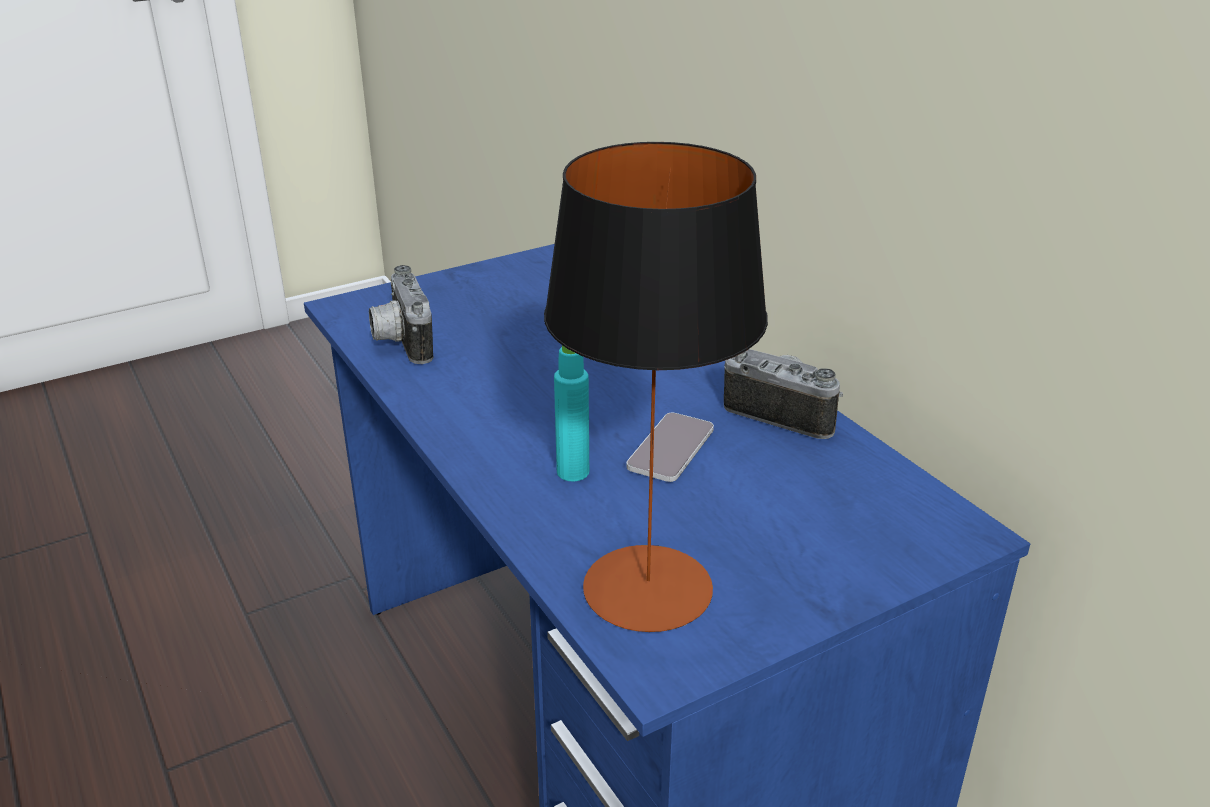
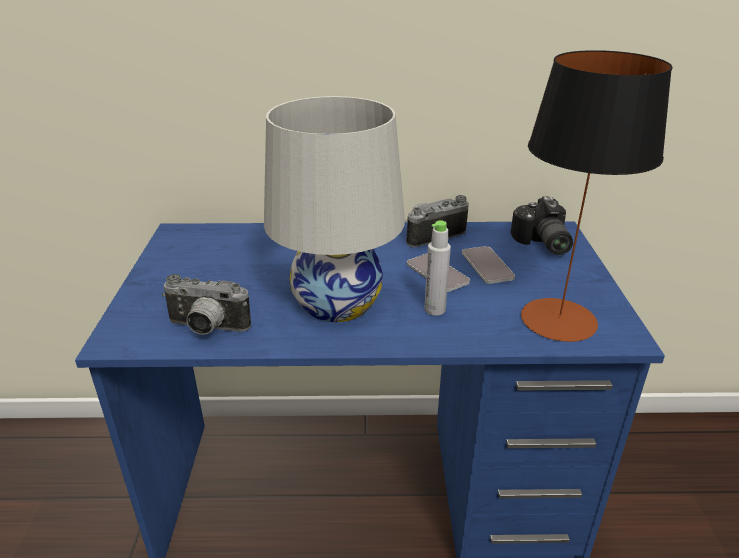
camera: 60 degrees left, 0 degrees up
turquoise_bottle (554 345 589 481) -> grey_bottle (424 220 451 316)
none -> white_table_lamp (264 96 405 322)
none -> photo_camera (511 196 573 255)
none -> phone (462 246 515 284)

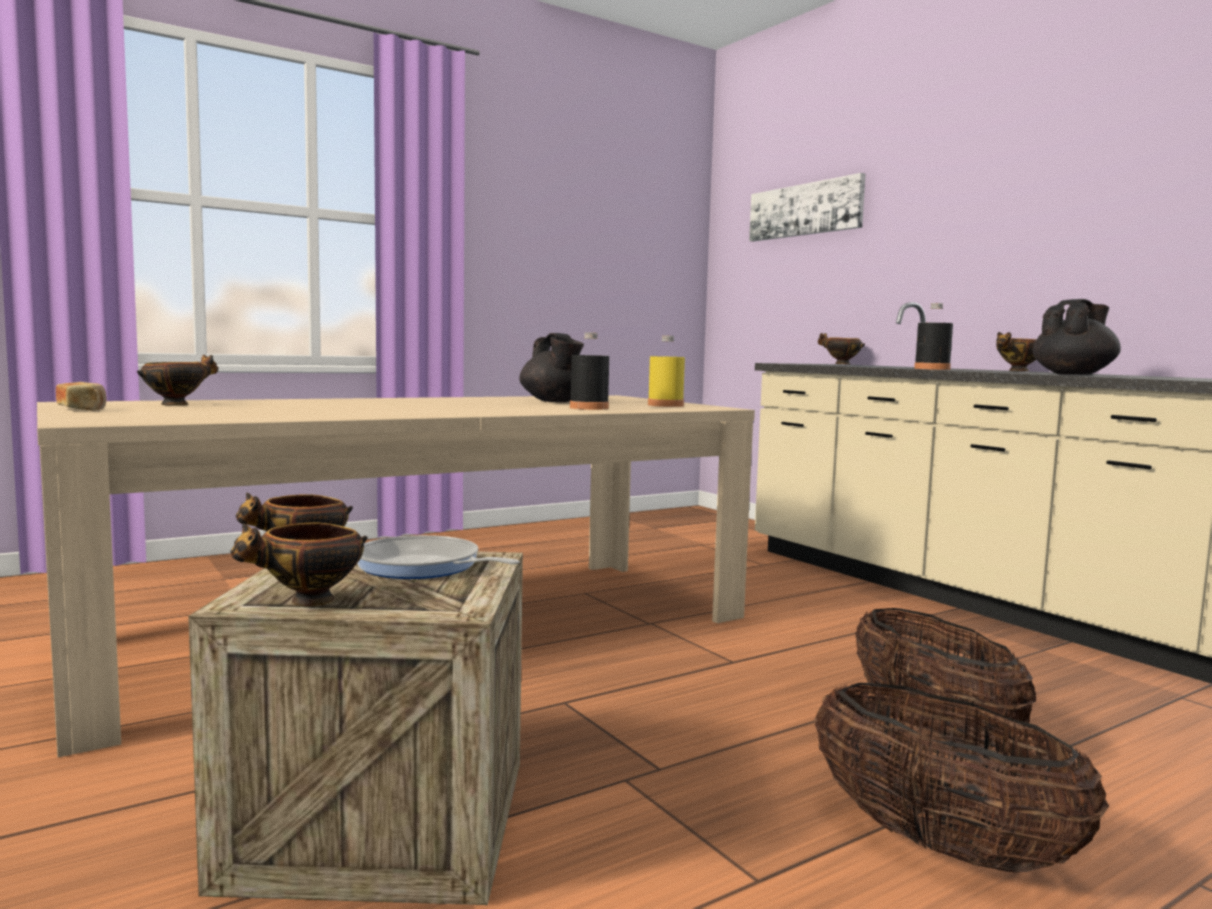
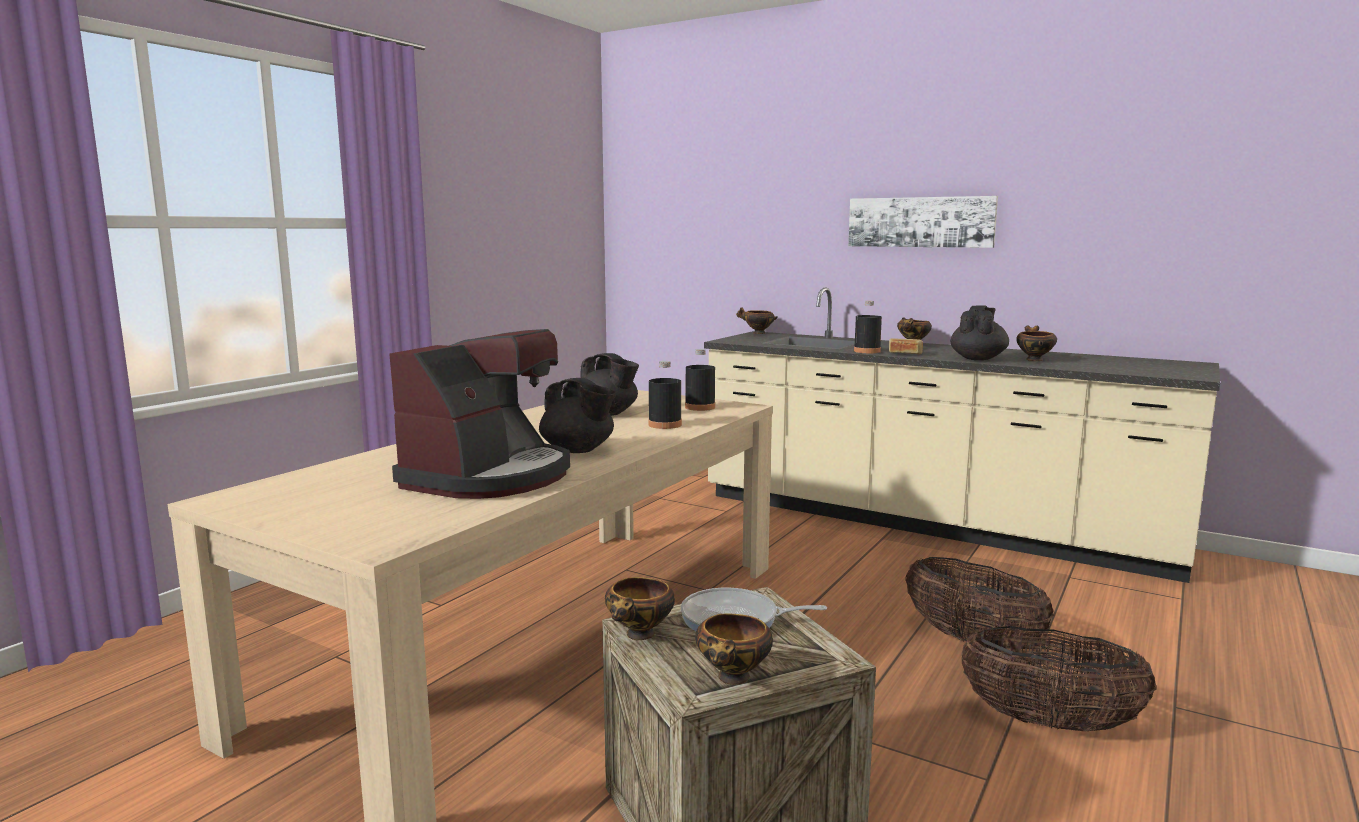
camera: 25 degrees left, 5 degrees up
picture (749 173 865 242) -> picture (848 196 998 248), shifted
yellow_bottle (648 336 685 407) -> black_bottle (685 349 715 411)
bowl (137 355 218 405) -> bowl (1016 326 1057 361), shifted
bread (56 382 107 411) -> bread (889 338 923 354), shifted
none -> coffee_machine (389 329 570 499)
none -> black_teapot (539 378 616 453)

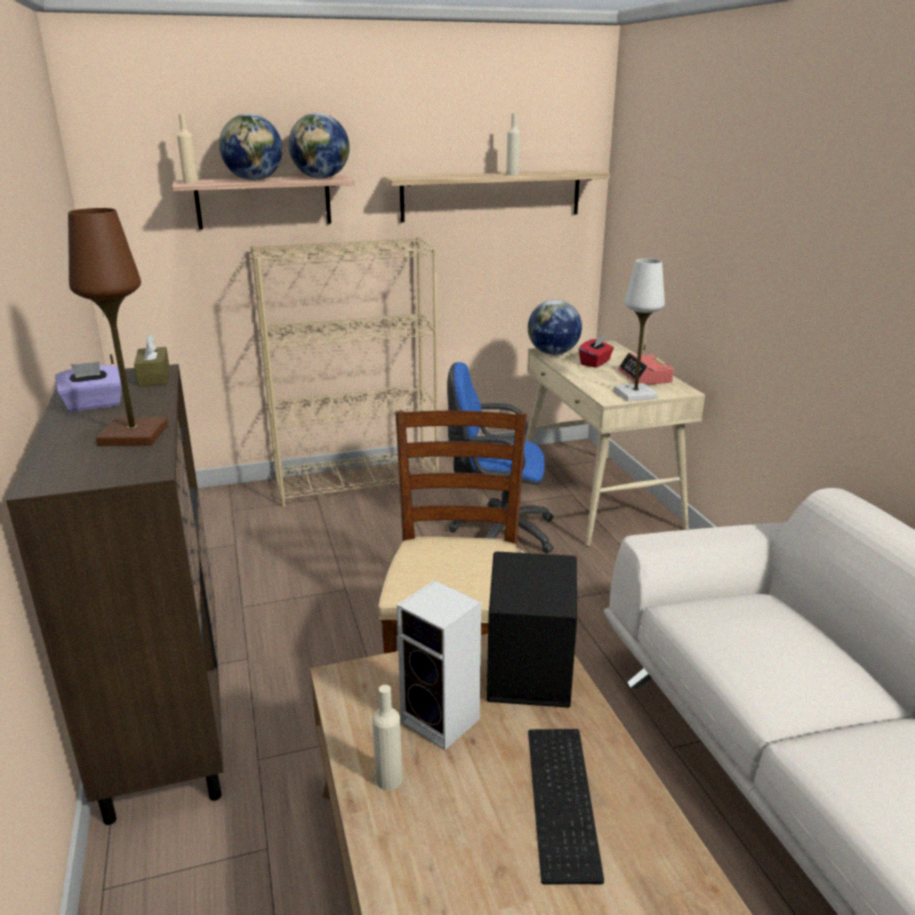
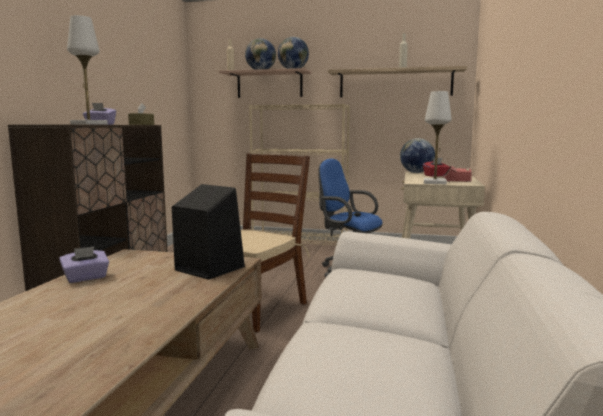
camera: 30 degrees right, 15 degrees down
brown_table_lamp (68 208 168 446) -> white_table_lamp (67 15 108 125)
speaker (397 580 481 750) -> none
beige_bottle (372 685 402 790) -> purple_tissue_box (59 246 109 283)
keyboard (528 729 604 884) -> none

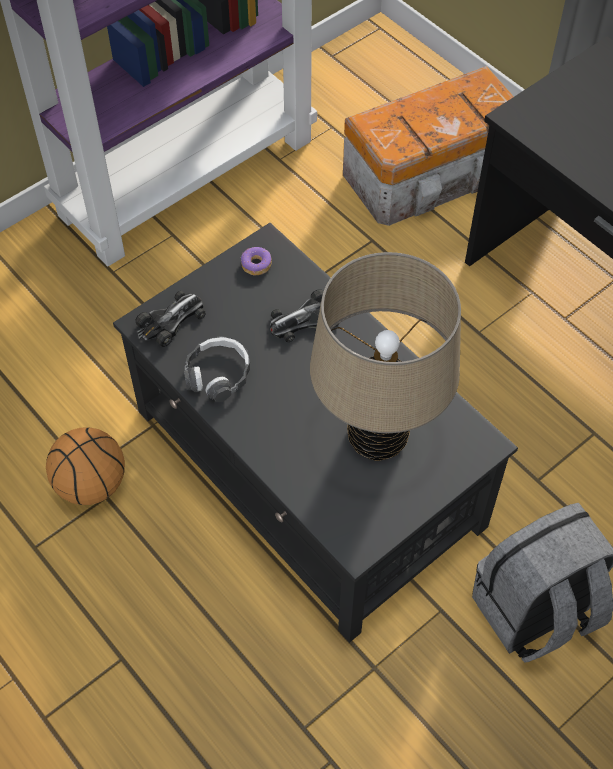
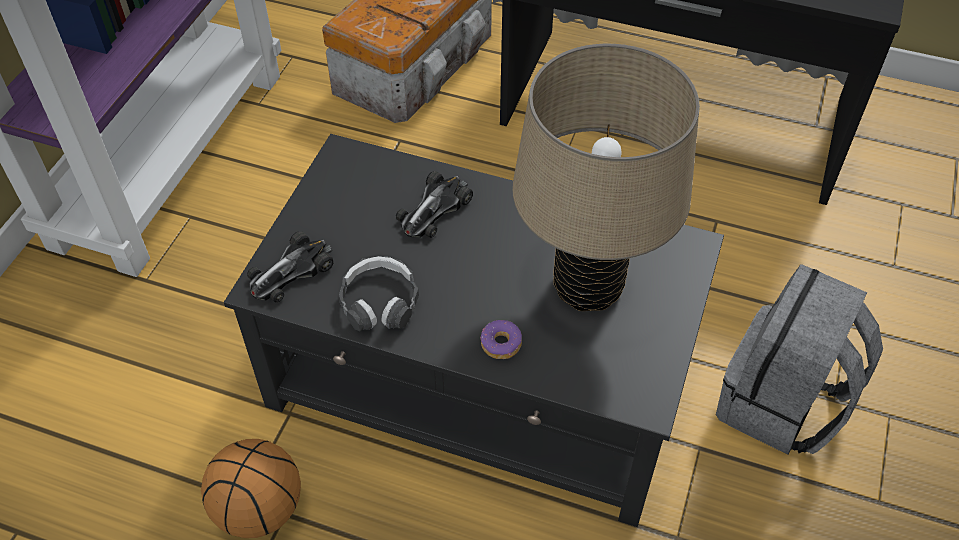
camera: 30 degrees left, 5 degrees down
donut (241 247 272 275) -> donut (480 320 522 359), shifted
toy_car (135 291 206 347) -> toy_car (247 231 333 302), 150 degrees counterclockwise

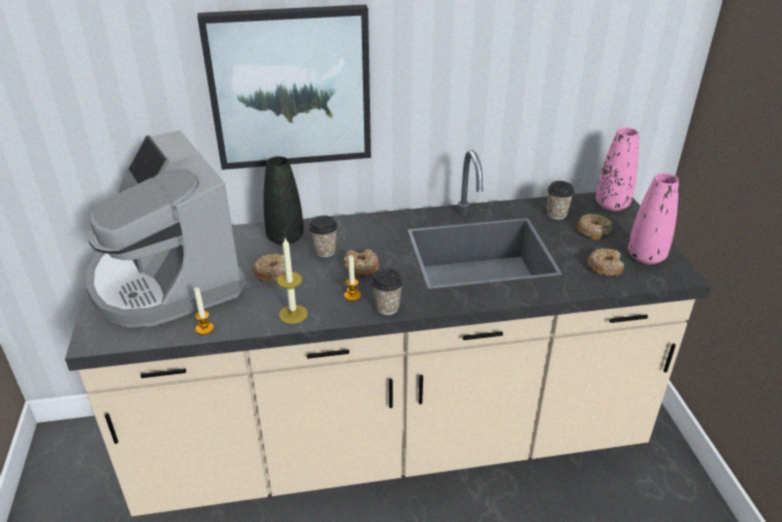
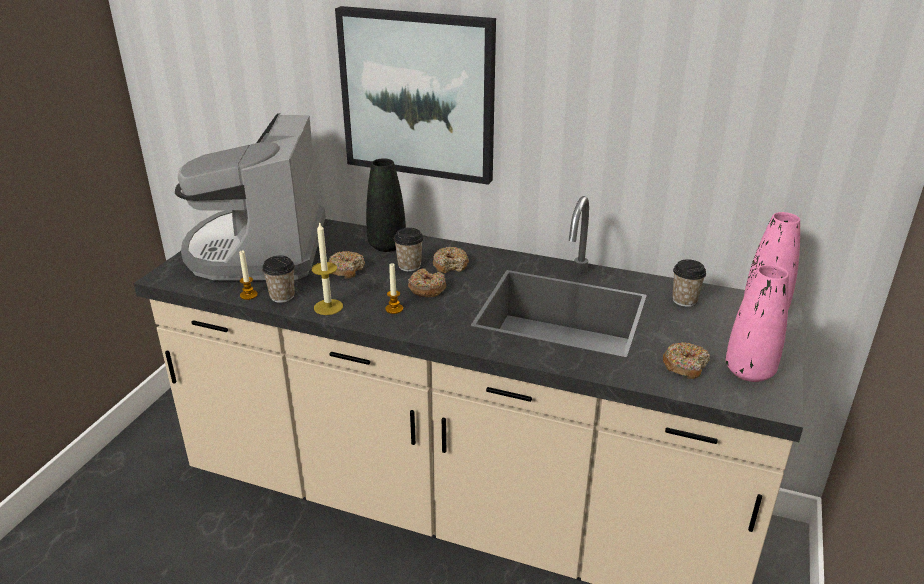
camera: 30 degrees right, 5 degrees down
donut (577 214 612 240) -> donut (433 247 469 273), shifted
cup (371 269 403 315) -> cup (262 256 295 303), shifted

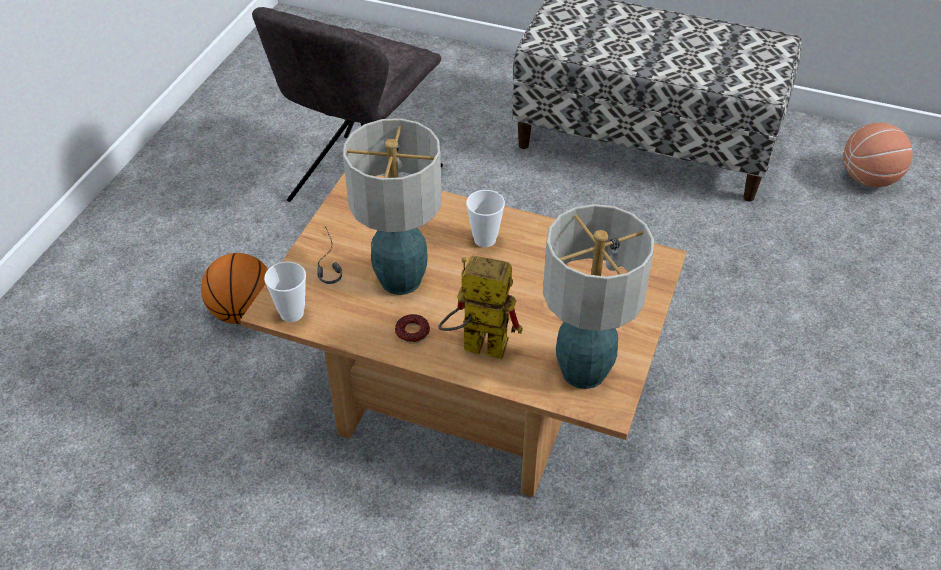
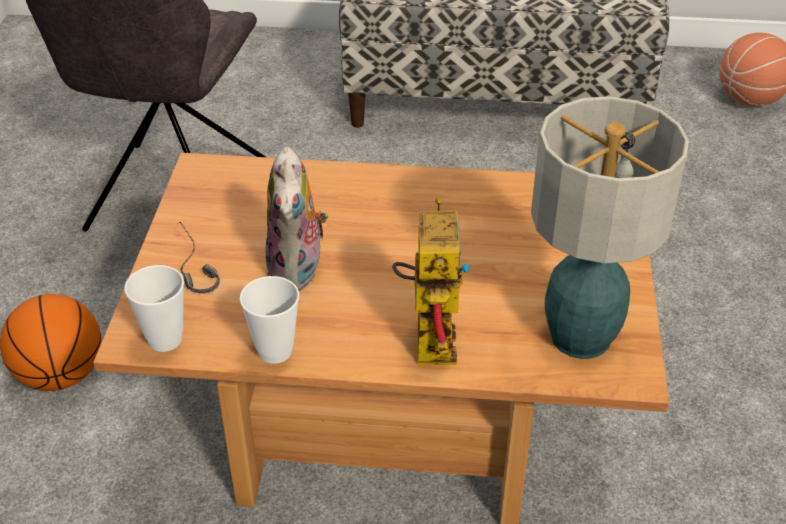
camera: 15 degrees left, 5 degrees down
table_lamp (343 118 442 295) -> plush_toy (265 146 328 291)
cup (466 190 505 247) -> cup (240 276 300 364), shifted
toy_robot (438 255 523 360) -> toy_robot (392 196 470 365), 90 degrees clockwise
donut (395 314 430 344) -> none

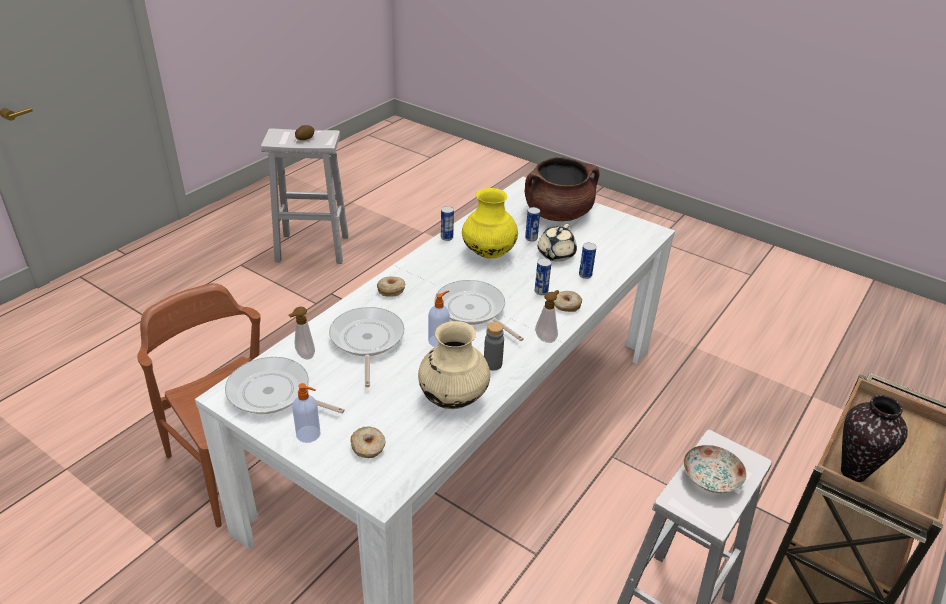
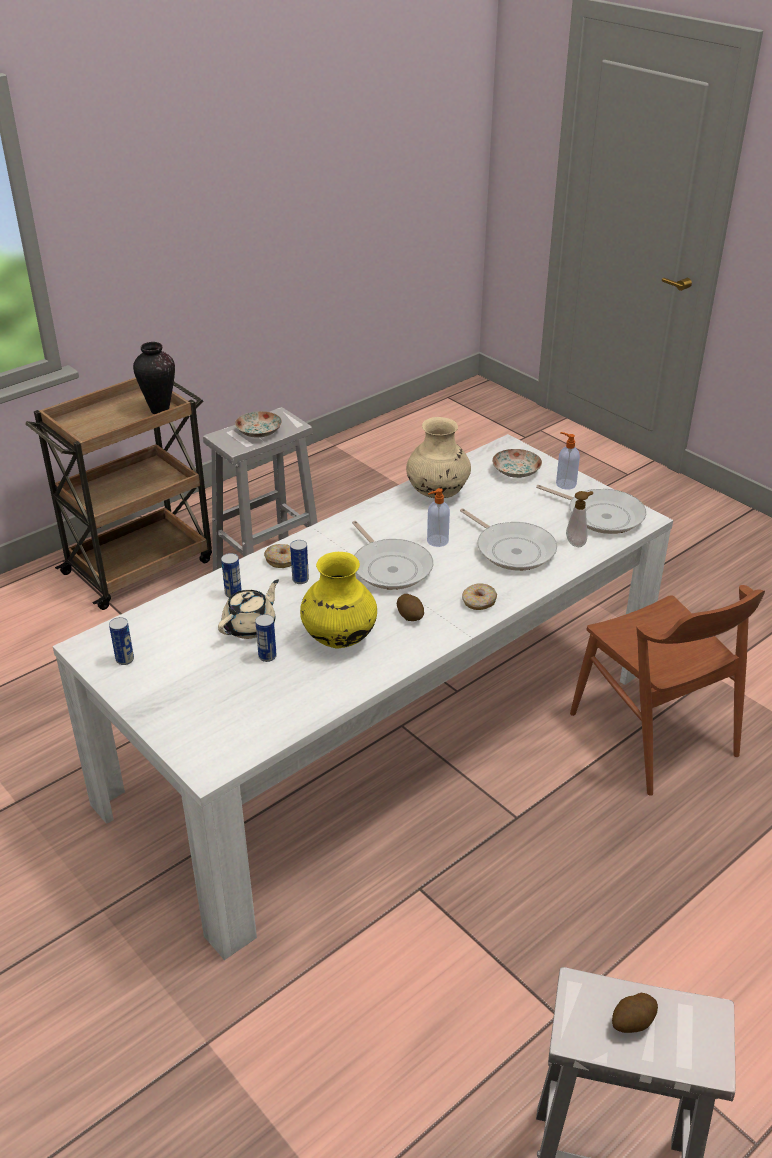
camera: 165 degrees left, 0 degrees up
brown_cooking_pot (525 157 599 221) -> none
can (441 206 454 241) -> can (109 617 134 665), shifted
soap_dispenser (535 290 559 343) -> none
frying_pan (329 307 404 387) -> frying_pan (460 508 557 571), 45 degrees counterclockwise
grey_bottle (484 322 504 371) -> none
donut (350 427 386 458) -> plate (492 449 542 478)
none -> potato (397 594 424 621)

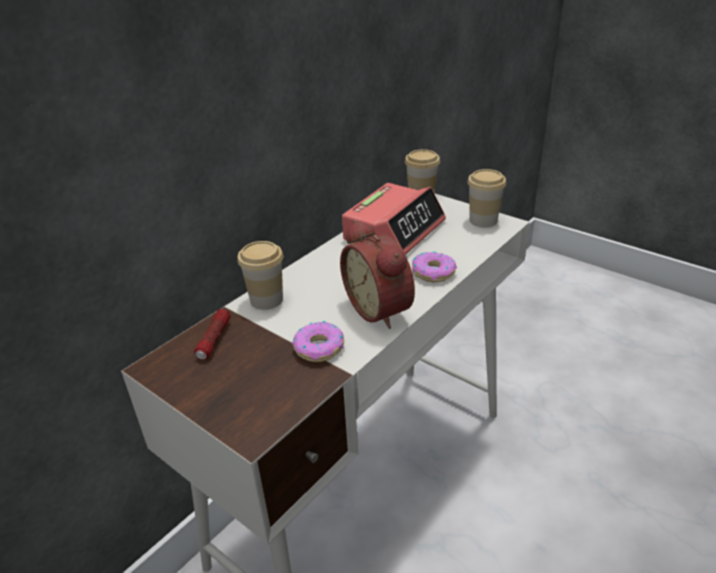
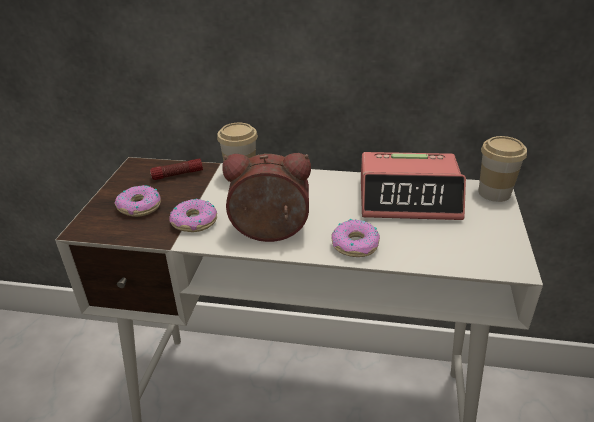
camera: 60 degrees right, 0 degrees up
cup (467 169 506 227) -> none
alarm_clock (340 220 415 329) -> alarm_clock (222 153 311 242), 60 degrees clockwise
none -> donut (115 185 161 217)

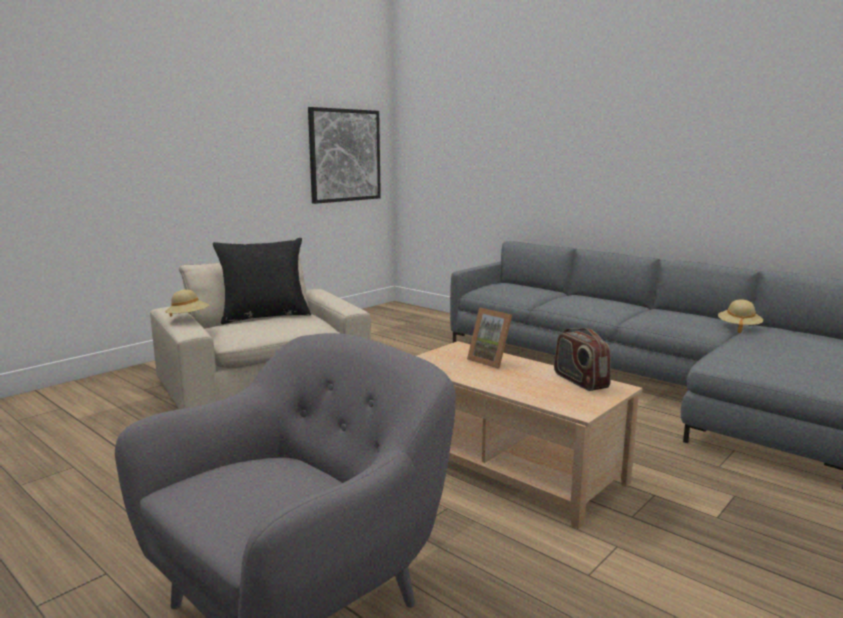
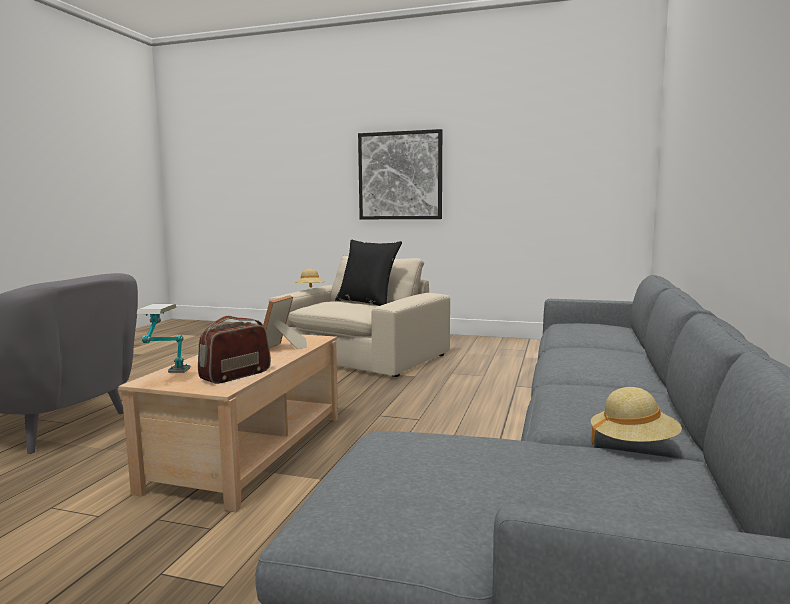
camera: 65 degrees right, 5 degrees down
picture (308 107 381 204) -> picture (358 129 442 219), shifted
none -> table_lamp (136 304 190 373)

